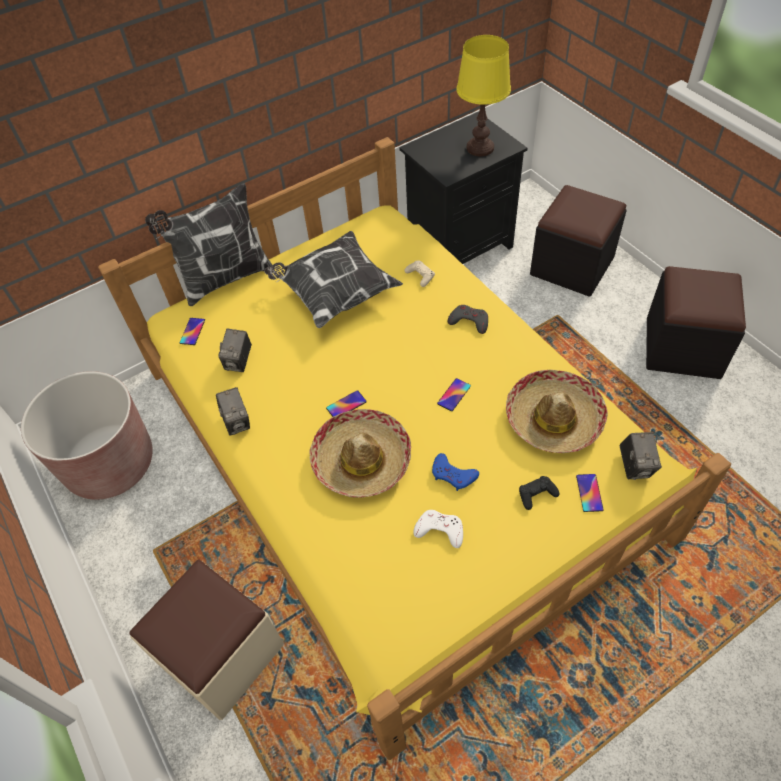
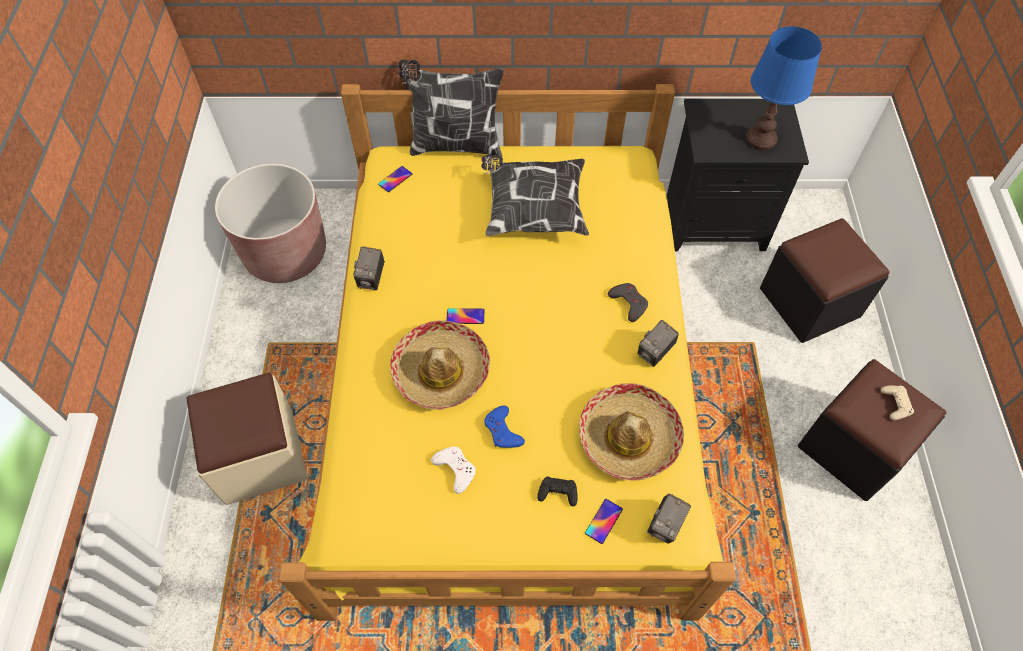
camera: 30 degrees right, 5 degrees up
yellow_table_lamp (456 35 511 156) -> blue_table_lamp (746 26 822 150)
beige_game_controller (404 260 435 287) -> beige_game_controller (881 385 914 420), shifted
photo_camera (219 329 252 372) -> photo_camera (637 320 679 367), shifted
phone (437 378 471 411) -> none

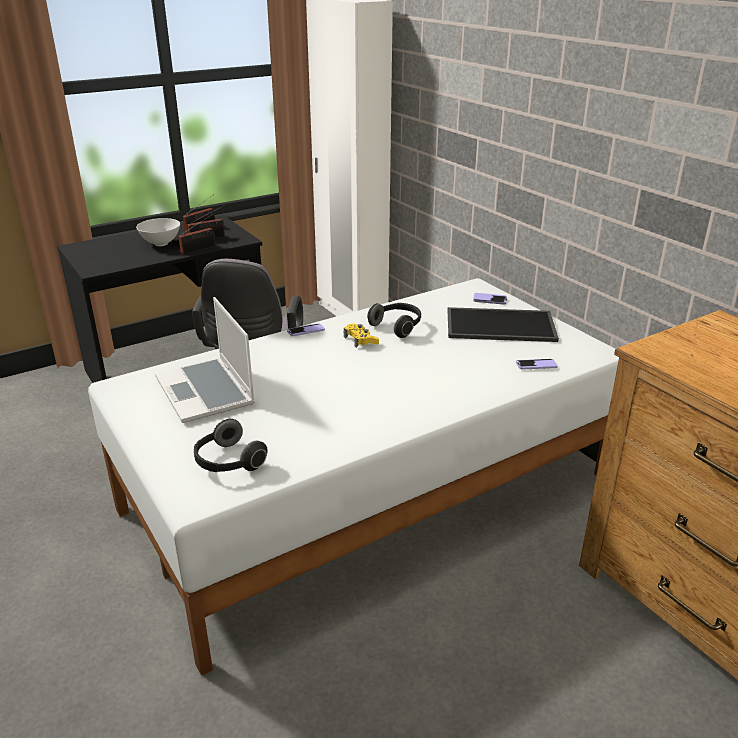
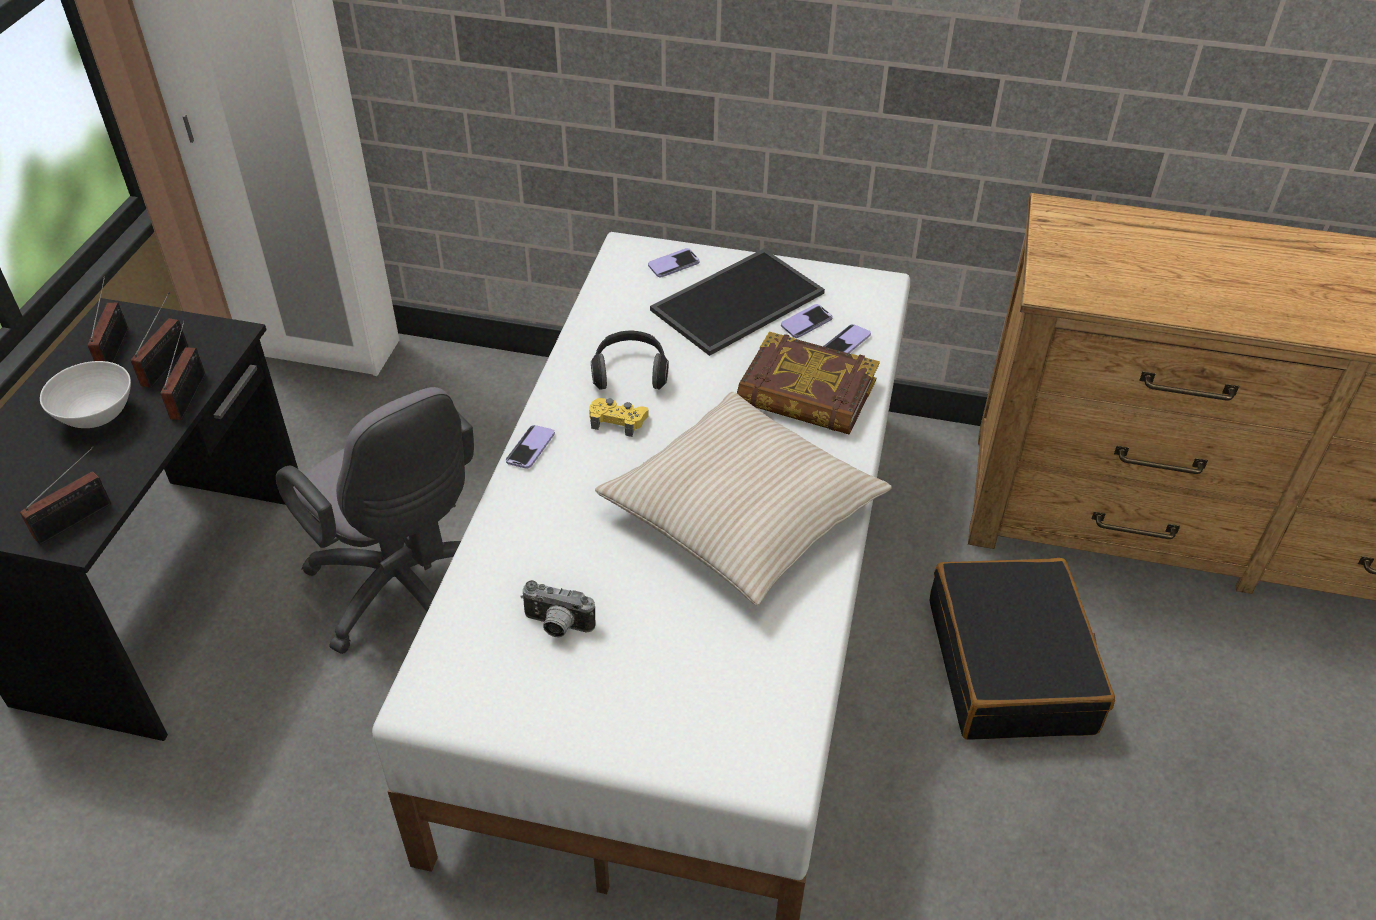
camera: 45 degrees left, 15 degrees up
laptop (155 297 255 423) -> photo_camera (521 580 595 638)
headphones (194 419 268 472) -> none
none -> phone (781 304 833 338)
none -> book (737 331 880 435)
none -> beige_pillow (595 392 892 606)
none -> radio (20 447 111 545)
none -> black_suitcase (929 558 1115 740)

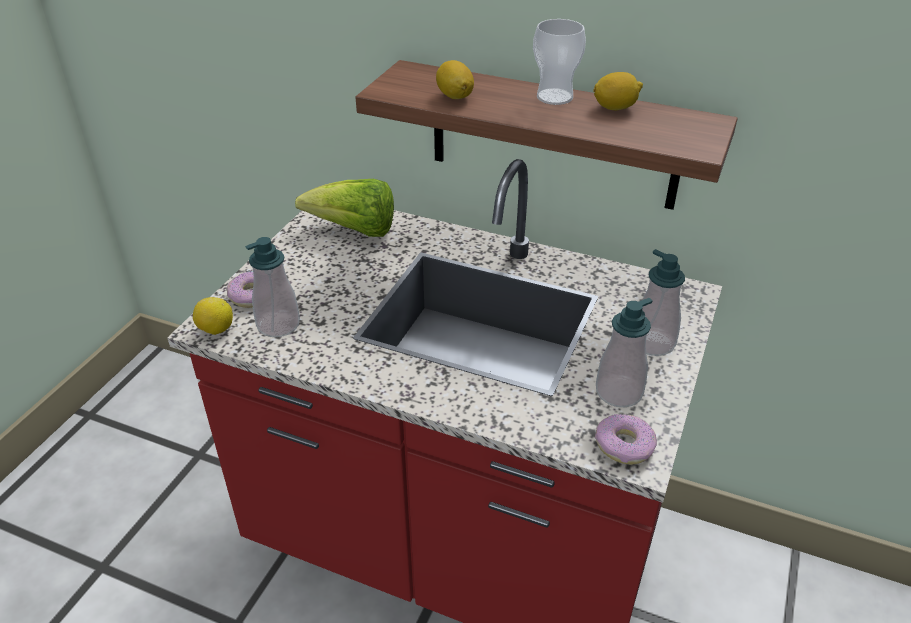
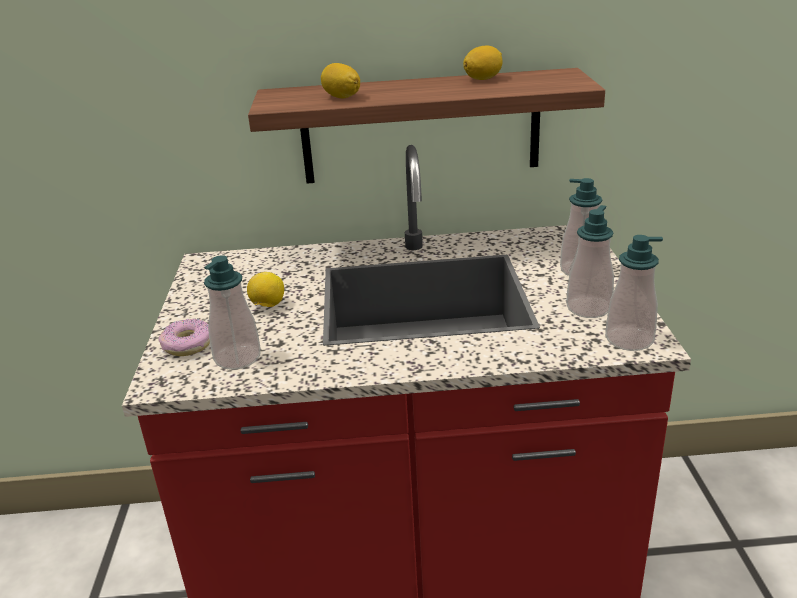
camera: 25 degrees left, 10 degrees down
cup (533 19 586 105) -> none
lettuce (295 179 394 237) -> none
lemon (193 297 233 335) -> lemon (247 272 284 307), shifted
donut (595 414 657 465) -> soap_dispenser (605 235 663 351)

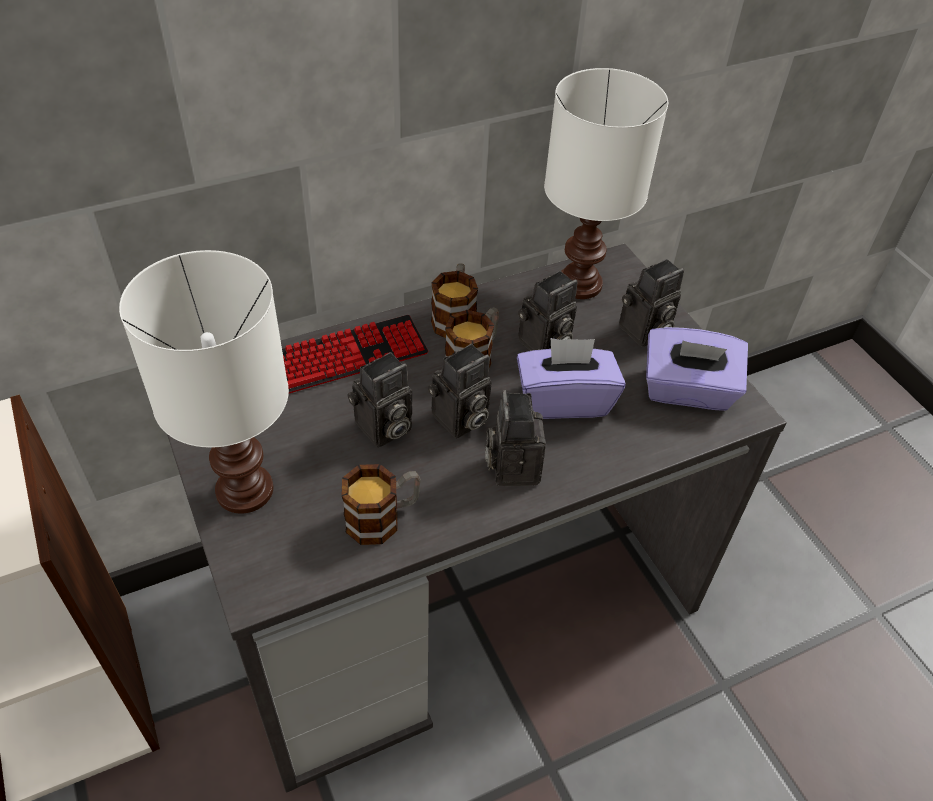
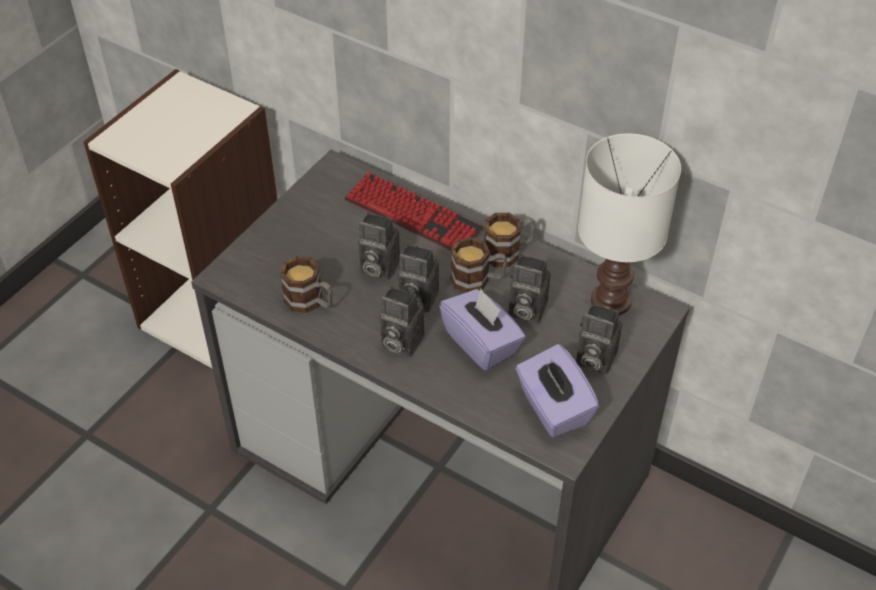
camera: 60 degrees right, 0 degrees up
white_table_lamp (119 250 289 514) -> none
photo_camera (485 390 546 486) -> photo_camera (380 286 424 357), 120 degrees counterclockwise

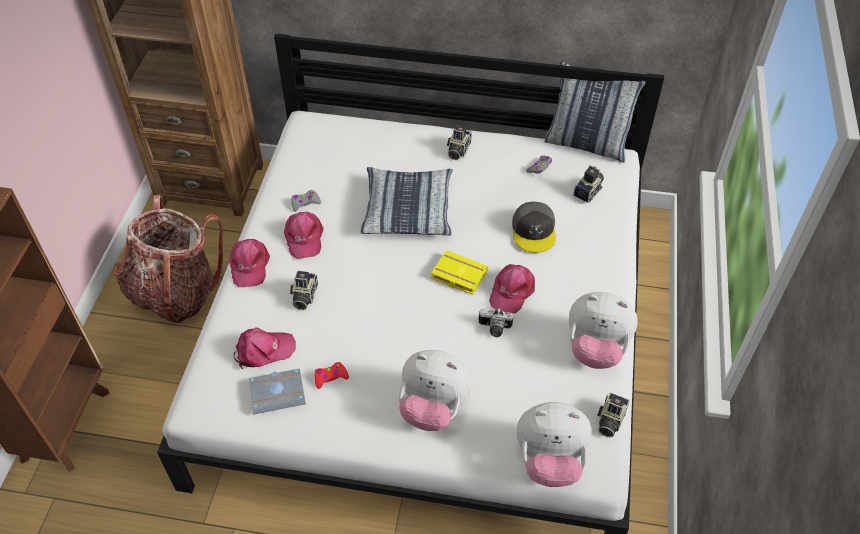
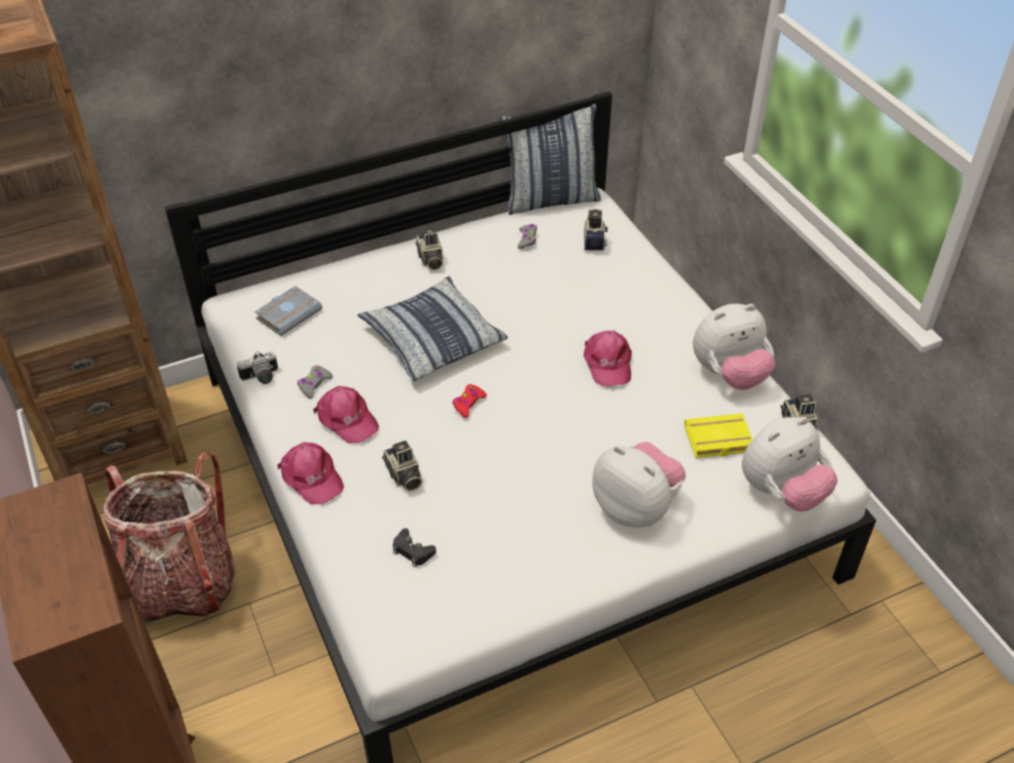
camera: 35 degrees left, 5 degrees down
grey_cap (512 202 556 253) -> none
yellow_book (431 250 488 295) -> yellow_book (684 413 753 458), shifted
photo_camera (478 308 513 337) -> photo_camera (237 351 278 384), shifted
pink_cap (234 327 296 370) -> black_game_controller (393 528 436 567)
plush_toy (399 350 472 431) -> plush_toy (592 442 686 528), 120 degrees counterclockwise
red_game_controller (314 362 349 389) -> red_game_controller (452 384 487 418), shifted
grey_book (249 368 306 414) -> grey_book (255 286 322 336), shifted

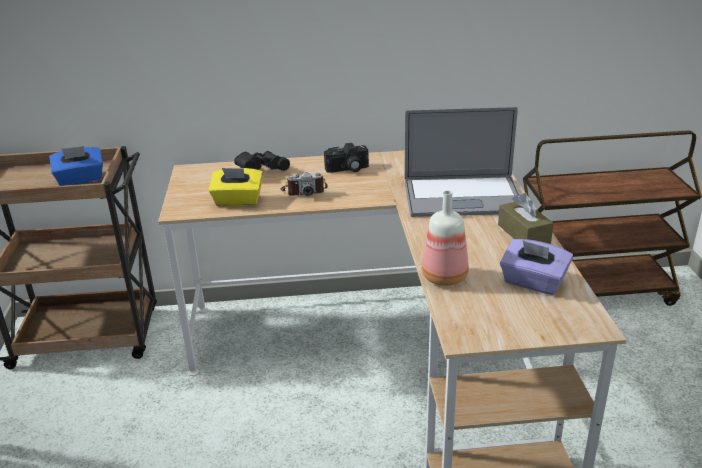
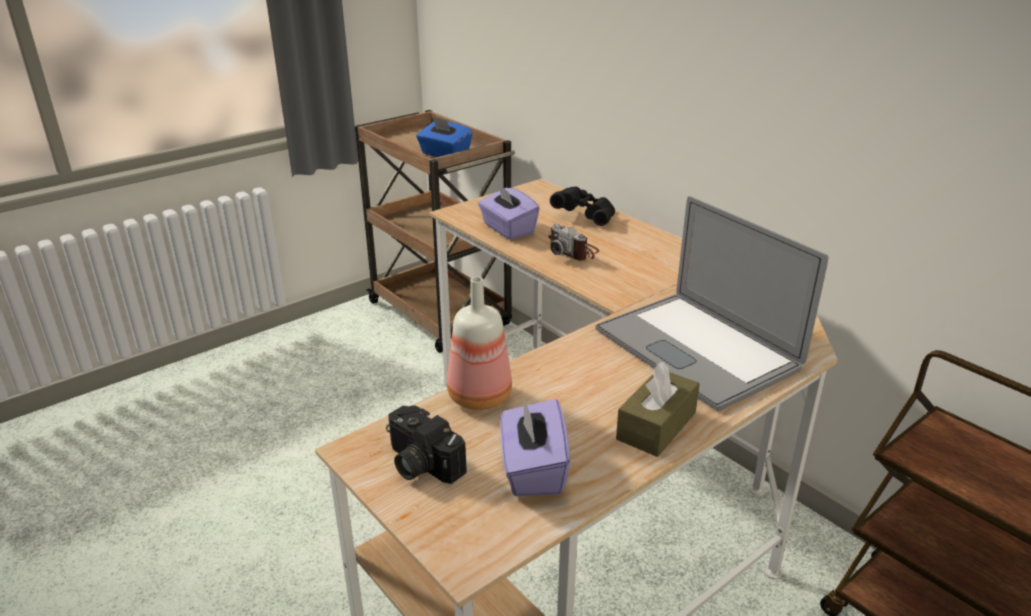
camera: 55 degrees right, 0 degrees up
photo_camera (324 143 369 173) -> photo_camera (386 405 467 484), shifted
yellow_tissue_box (209 168 263 207) -> purple_tissue_box (478 184 540 240)

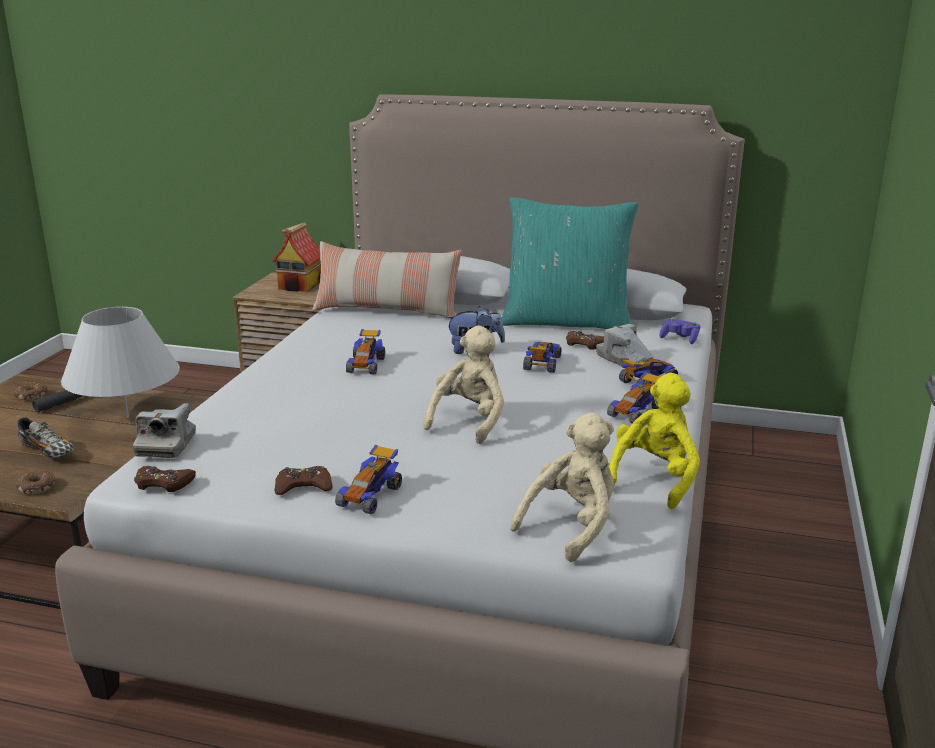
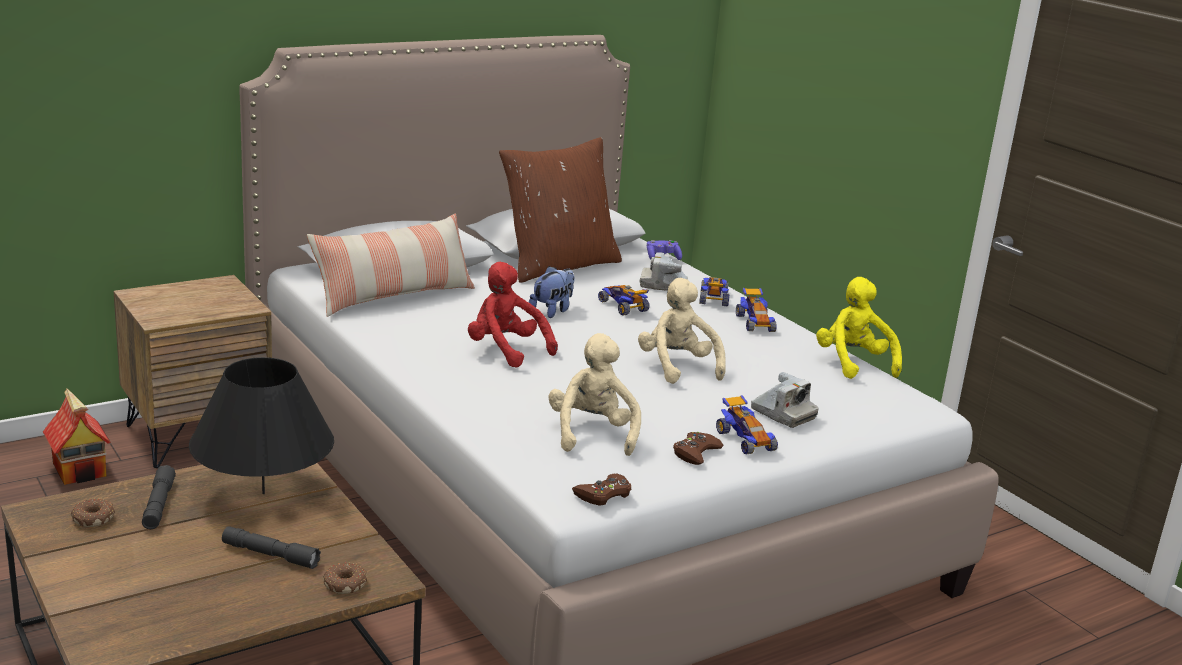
camera: 50 degrees left, 0 degrees up
turquoise_pillow (502 197 638 329) -> brown_pillow (499 137 622 283)
toy_house (272 222 321 292) -> toy_house (43 389 111 485), shifted
white_table_lamp (61 307 180 417) -> black_table_lamp (189 357 334 494)
toy_car (346 329 385 375) -> red_plush_toy (468 262 558 368)
brown_game_controller (566 331 604 350) -> none
photo_camera (133 403 196 458) -> photo_camera (751 372 819 428), shifted
beige_plush_toy (510 413 614 562) -> beige_plush_toy (548 333 641 456), shifted
shoe (17 417 75 459) -> grey_flashlight (222 526 321 569)

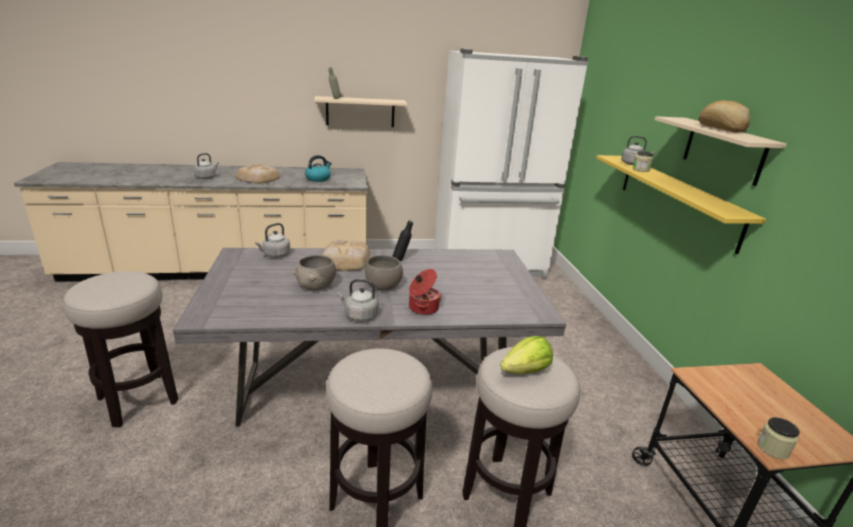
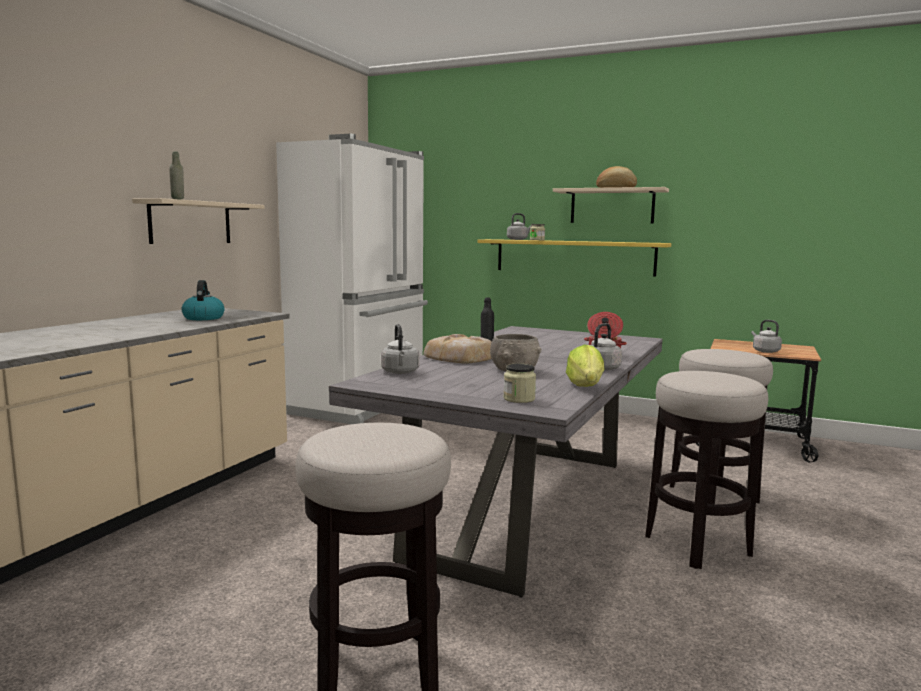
camera: 55 degrees left, 15 degrees down
grey_kettle (194 153 219 179) -> grey_kettle (751 320 782 353), shifted
bread (236 164 280 184) -> none
grey_bowl (365 255 403 291) -> none
lettuce (500 336 553 374) -> lettuce (566 344 605 387), shifted
jar (757 417 800 459) -> jar (503 363 536 403), shifted

